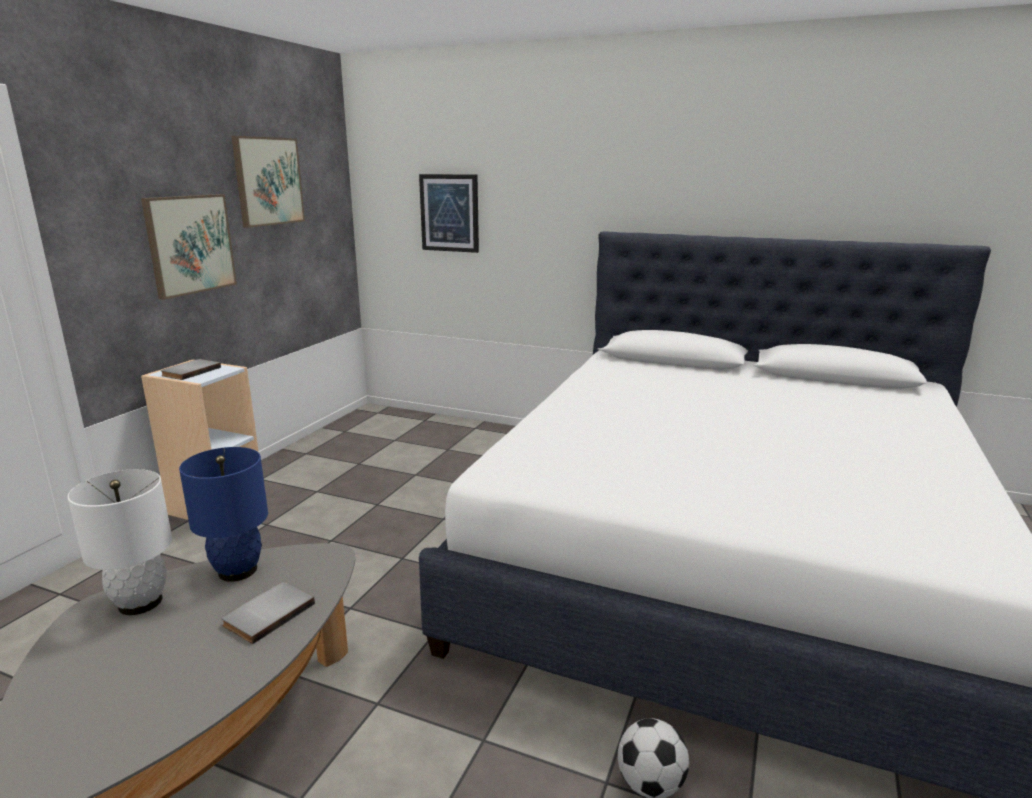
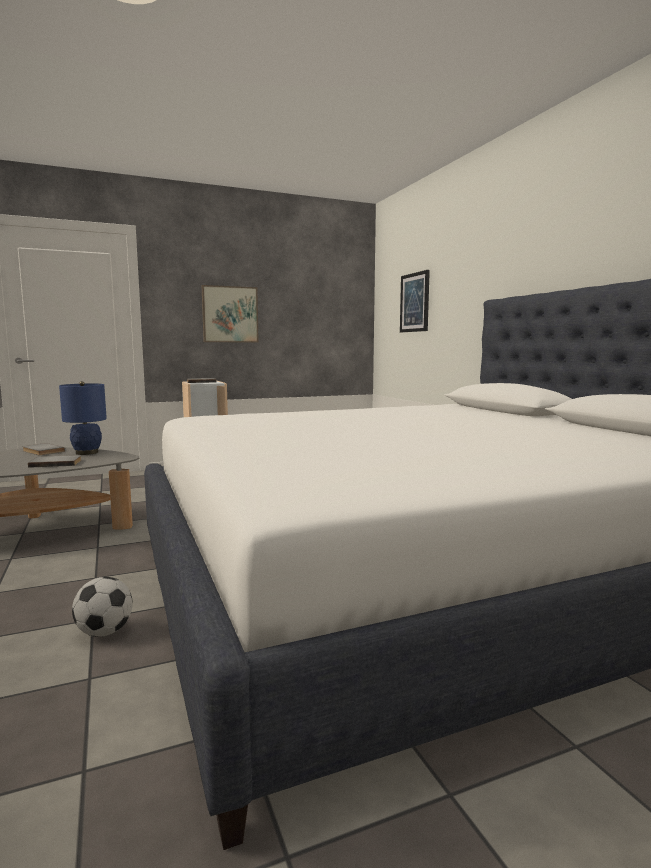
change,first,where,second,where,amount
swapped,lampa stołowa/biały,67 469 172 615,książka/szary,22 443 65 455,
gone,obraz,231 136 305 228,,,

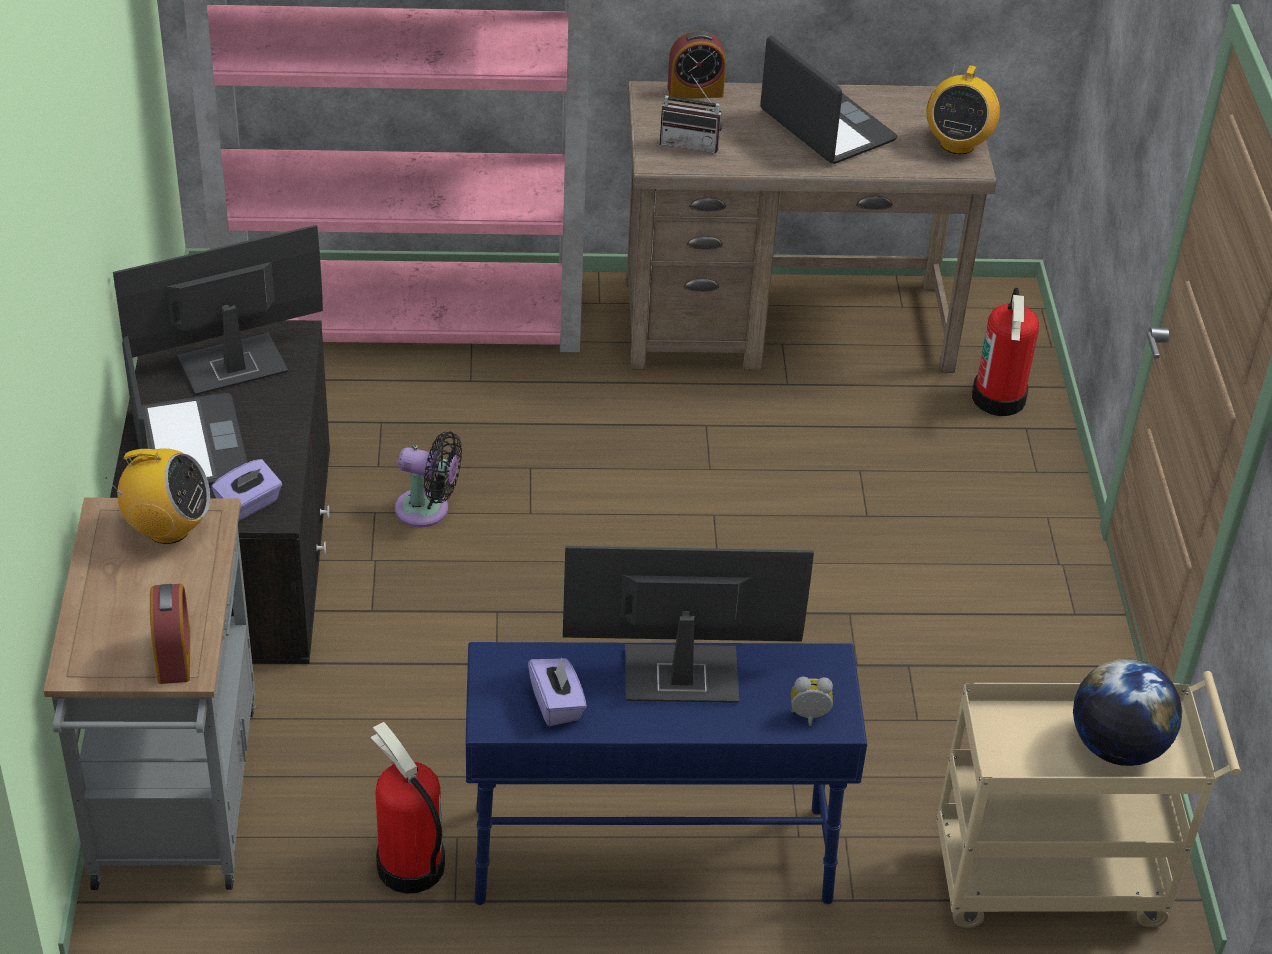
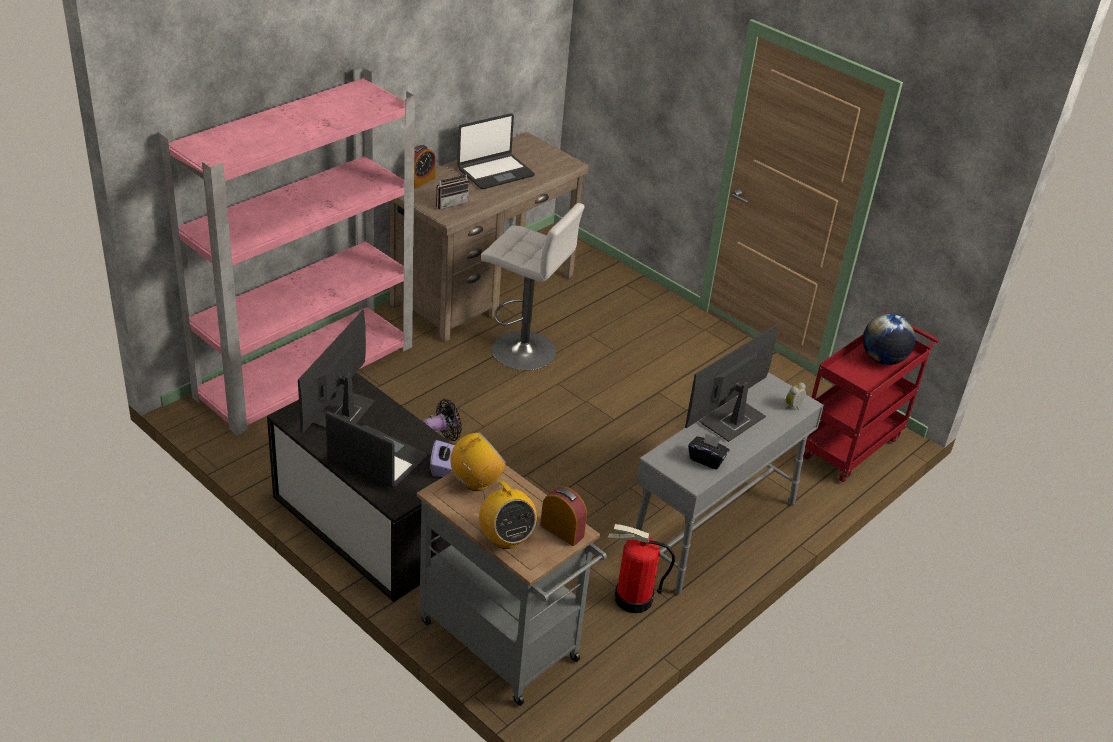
change,first,where,second,where,amount
rotated,laptop,760 36 898 164,,457 113 535 189,135 degrees clockwise
shifted,radio,926 63 1000 154,,479 481 537 549,
new,,,stołek/biały,481 203 585 370,
repainted,stolik konsolowy/niebieski,465 642 867 905,stolik konsolowy/szary,635 372 824 594,
repainted,pudełko chusteczek/fioletowy,528 657 587 726,pudełko chusteczek/czarny,688 433 730 470,
repainted,wózek/beżowy,936 671 1241 928,wózek/czerwony,803 312 939 482,
gone,gaśnica,972 288 1039 416,,,

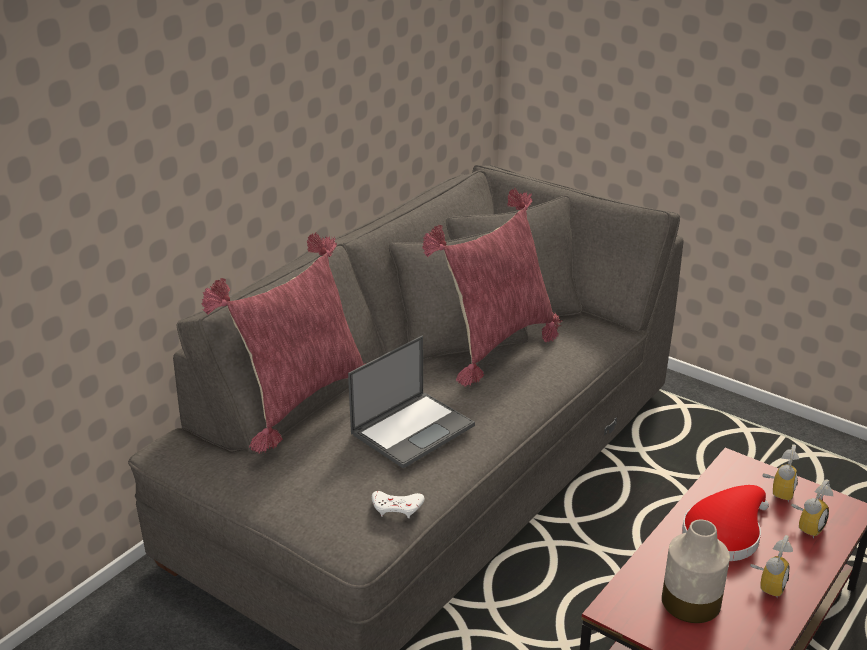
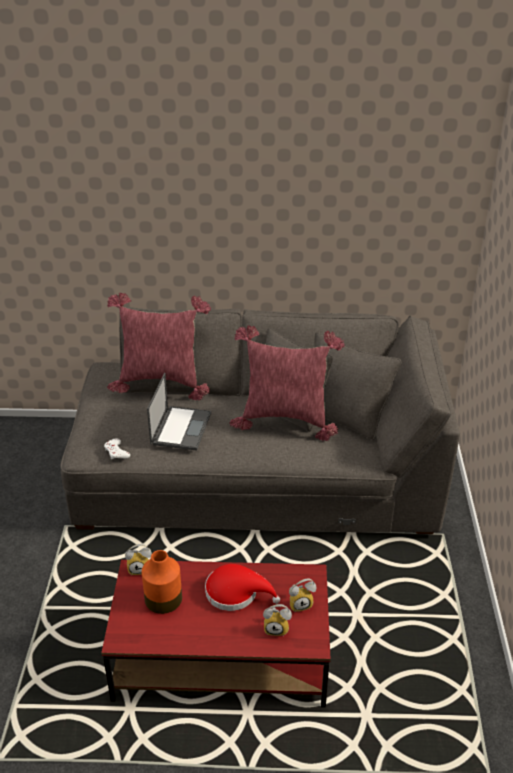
change,first,where,second,where,amount
shifted,budzik,750 535 793 598,,125 544 152 575,
repainted,wazon/beżowy,662 519 730 623,wazon/pomarańczowy,142 550 182 614,
rotated,laptop,348 336 475 468,,147 373 211 451,90 degrees counterclockwise

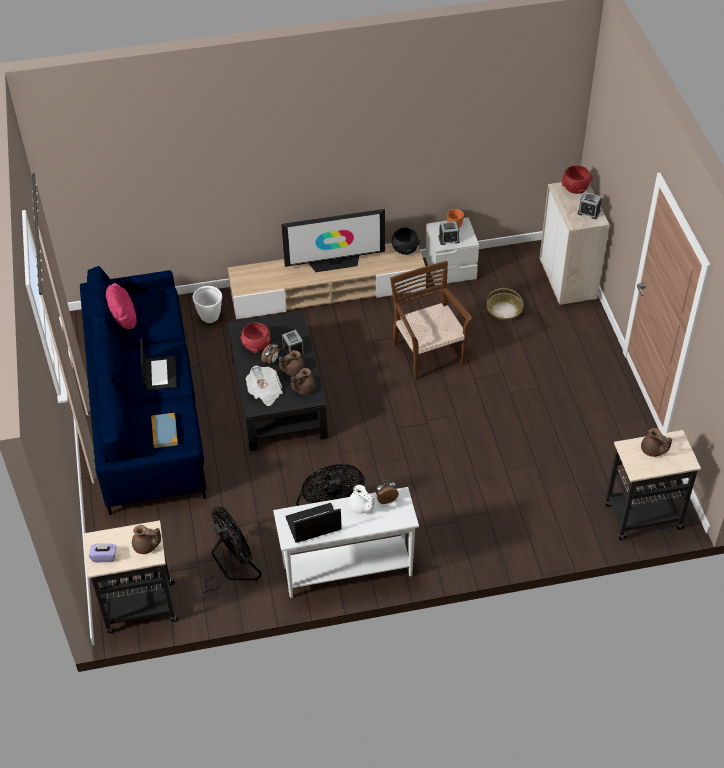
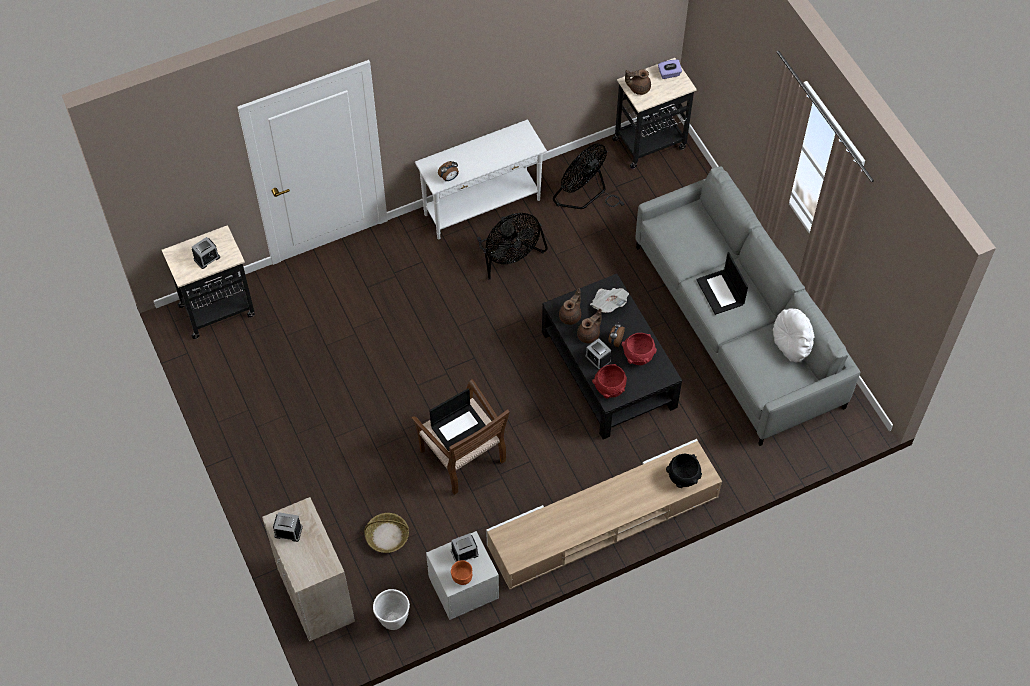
change,first,where,second,where,amount
swapped,imbryk/brązowy,641 428 672 457,budzik,192 237 220 269,
shifted,donica/biały,193 286 222 323,,373 589 410 630,
shifted,laptop,285 503 342 543,,429 388 486 451,
rotated,wentylator/czarny,203 506 262 593,,553 144 624 209,90 degrees clockwise
shifted,miska/czerwony,561 165 593 194,,592 364 627 399,
repainted,kanapa/niebieski,80 266 206 515,kanapa/szary,635 167 861 446,
shifted,miska/czarny,391 227 420 255,,666 454 702 488,
repainted,poduszka/różowy,106 283 137 330,poduszka/biały,773 308 814 362,
gone,książka,151 413 178 448,,,
gone,telewizor,281 209 385 272,,,
gone,imbryk/biały,349 485 375 514,,,

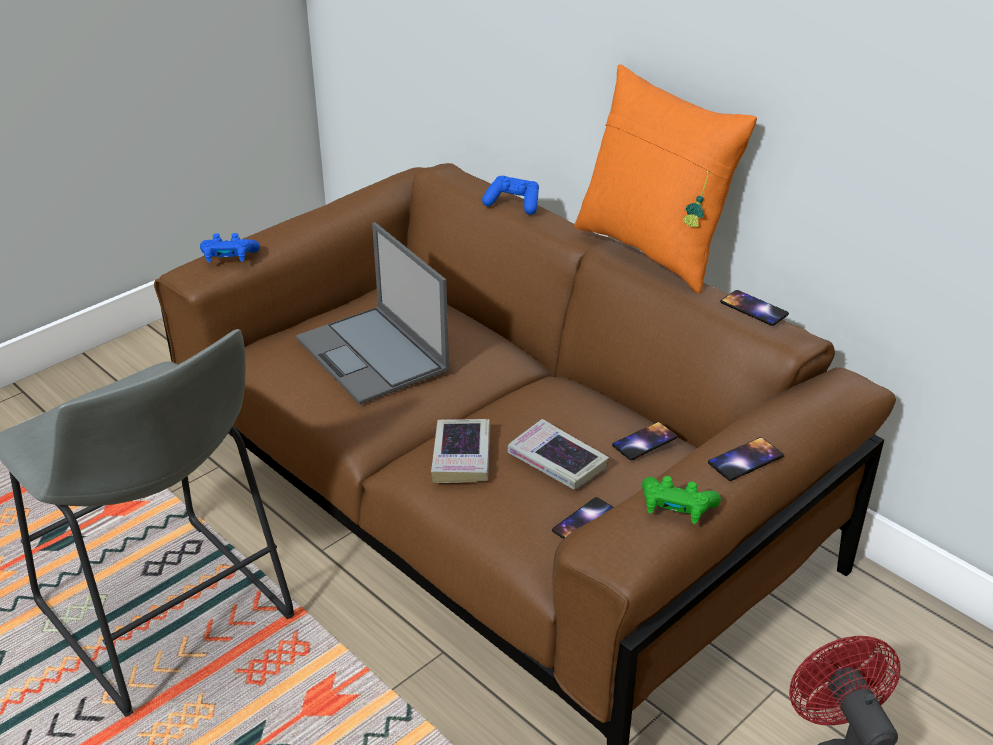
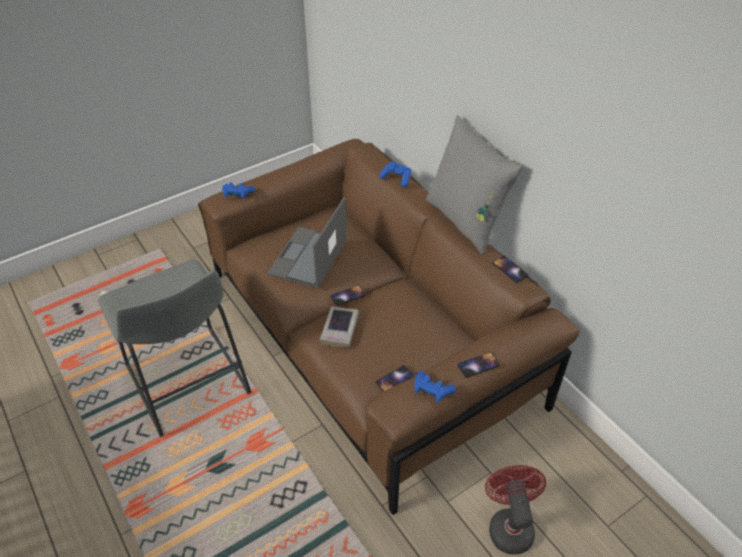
change,first,where,second,where,amount
rotated,laptop,296 222 449 405,,267 197 347 289,45 degrees clockwise
shifted,telefon,612 422 678 460,,330 285 365 306,
repainted,pad do gier/zielony,642 476 721 524,pad do gier/niebieski,414 371 456 403,
repainted,poduszka/pomarańczowy,574 64 757 293,poduszka/szary,426 115 522 255,
gone,książka,507 419 609 490,,,

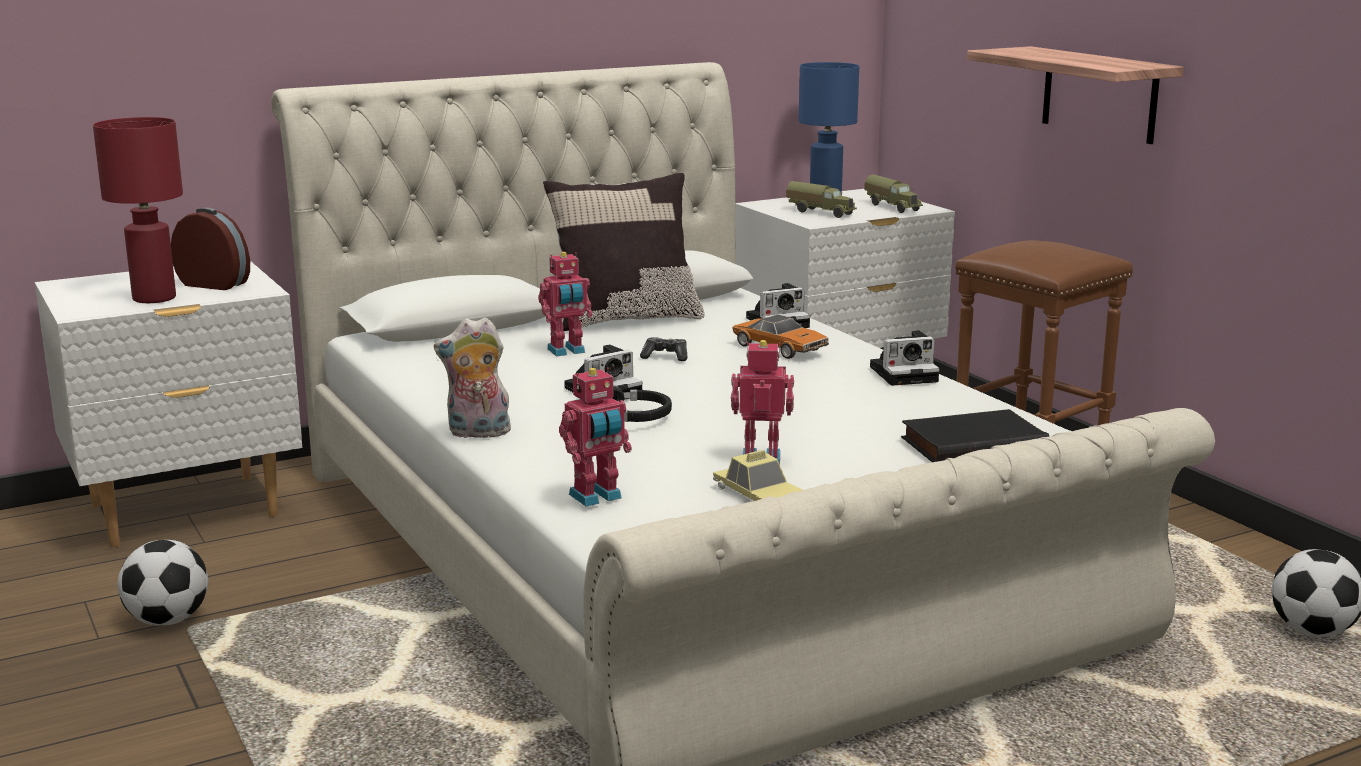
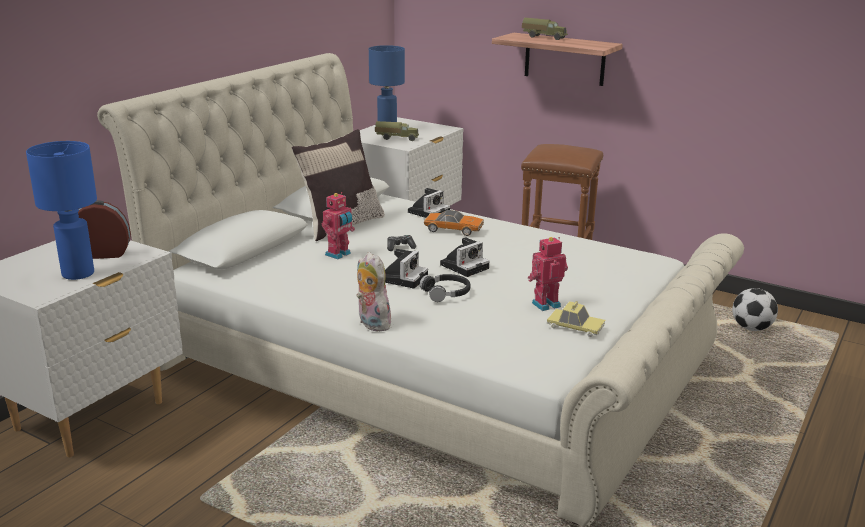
change,first,where,second,where,amount
repainted,lampa stołowa/czerwony,93 117 183 303,lampa stołowa/niebieski,26 141 97 280,
rotated,pluszak,434 317 511 438,,356 252 391 331,90 degrees clockwise
shifted,aparat fotograficzny,870 330 940 386,,440 237 490 277,
shifted,ciężarówka zabawkowa,864 174 923 213,,522 18 568 40,
gone,piłka futbolowa,117 540 208 626,,,
gone,robot zabawkowy,559 367 632 507,,,
gone,książka/czarny,901 409 1049 462,,,

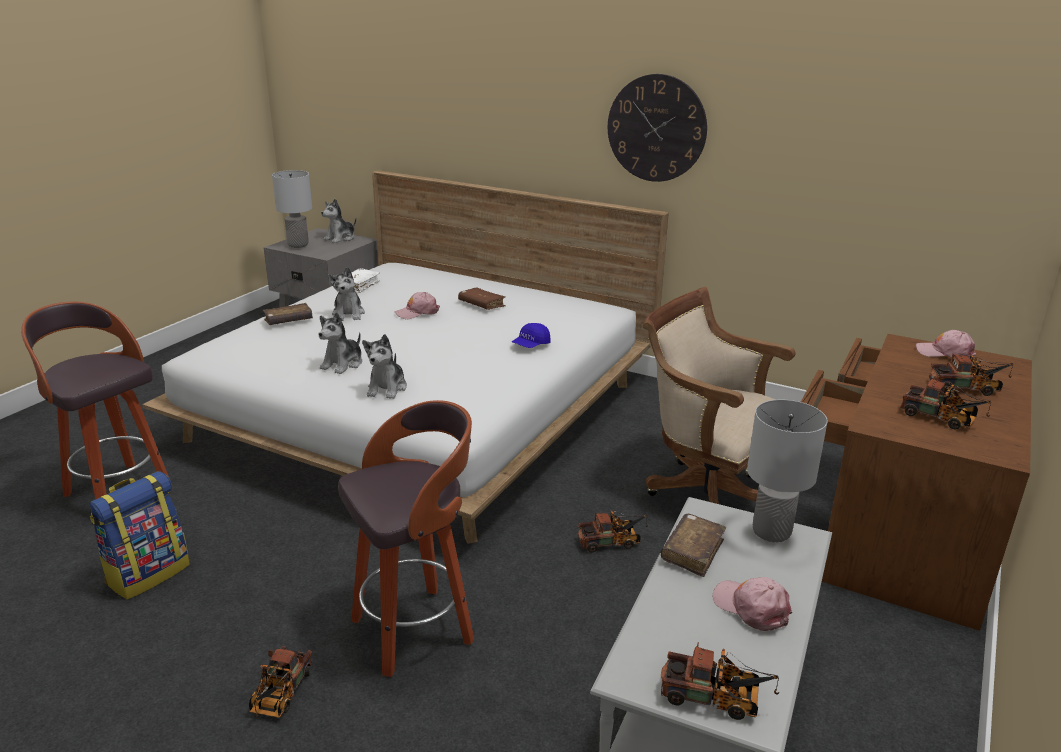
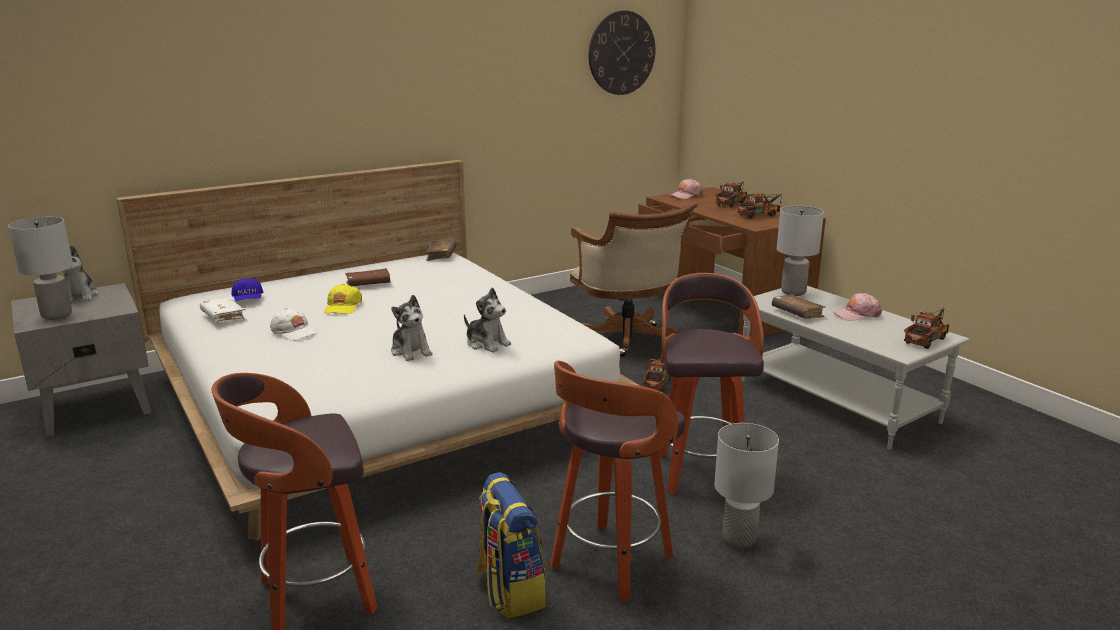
change,first,where,second,where,amount
shifted,czapka z daszkiem/niebieski,512 323 550 348,,232 278 263 301,
swapped,pluszak,328 267 365 321,czapka z daszkiem/biały,270 308 318 341,
repainted,czapka z daszkiem/różowy,395 292 440 319,czapka z daszkiem/żółty,324 284 362 314,
shifted,książka/brązowy,263 303 313 325,,425 240 457 261,
new,,,stołek,550 361 685 602,
rotated,krzesło biurowe,643 287 795 504,,570 202 698 356,90 degrees counterclockwise
shifted,zegar ścienny,608 74 707 182,,589 10 656 95,
swapped,ciężarówka zabawkowa,249 646 312 718,lampa stołowa/szary,714 423 779 548,

